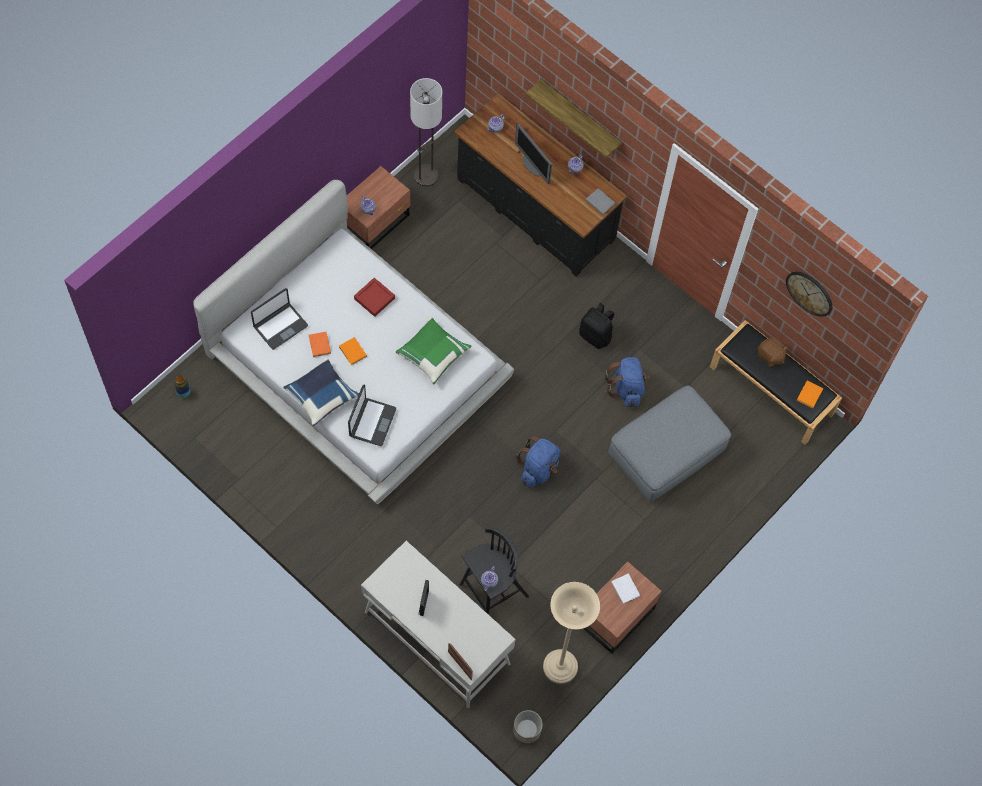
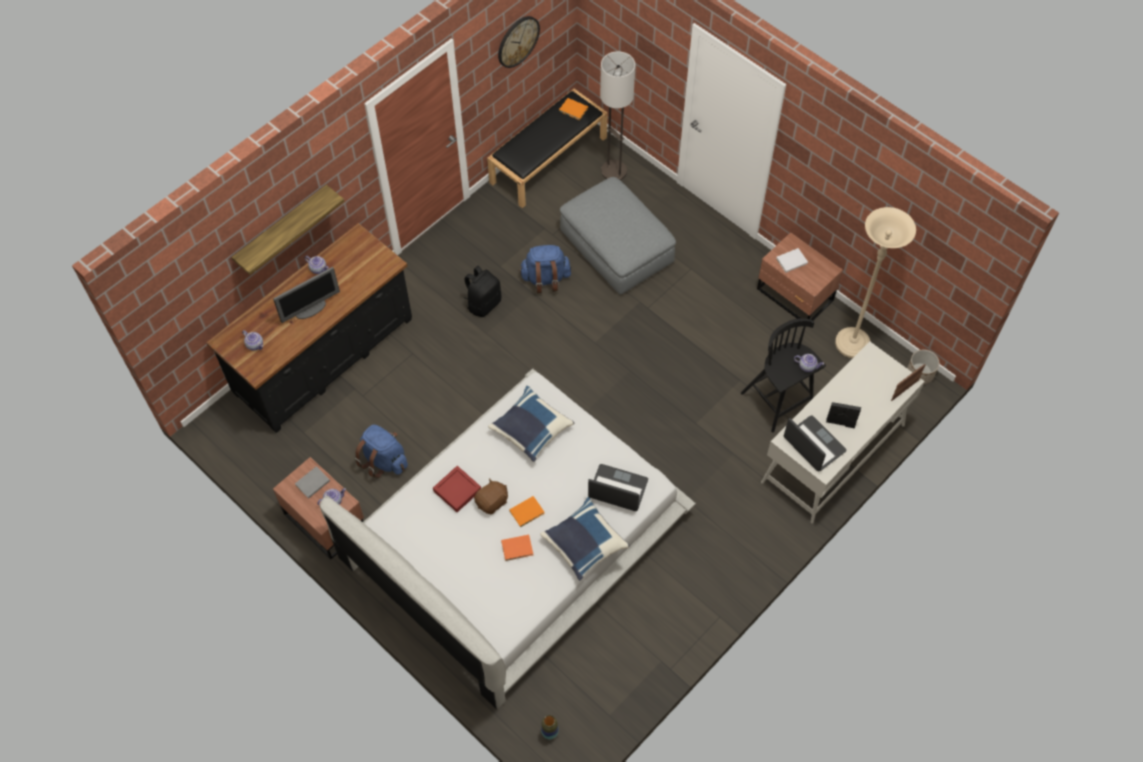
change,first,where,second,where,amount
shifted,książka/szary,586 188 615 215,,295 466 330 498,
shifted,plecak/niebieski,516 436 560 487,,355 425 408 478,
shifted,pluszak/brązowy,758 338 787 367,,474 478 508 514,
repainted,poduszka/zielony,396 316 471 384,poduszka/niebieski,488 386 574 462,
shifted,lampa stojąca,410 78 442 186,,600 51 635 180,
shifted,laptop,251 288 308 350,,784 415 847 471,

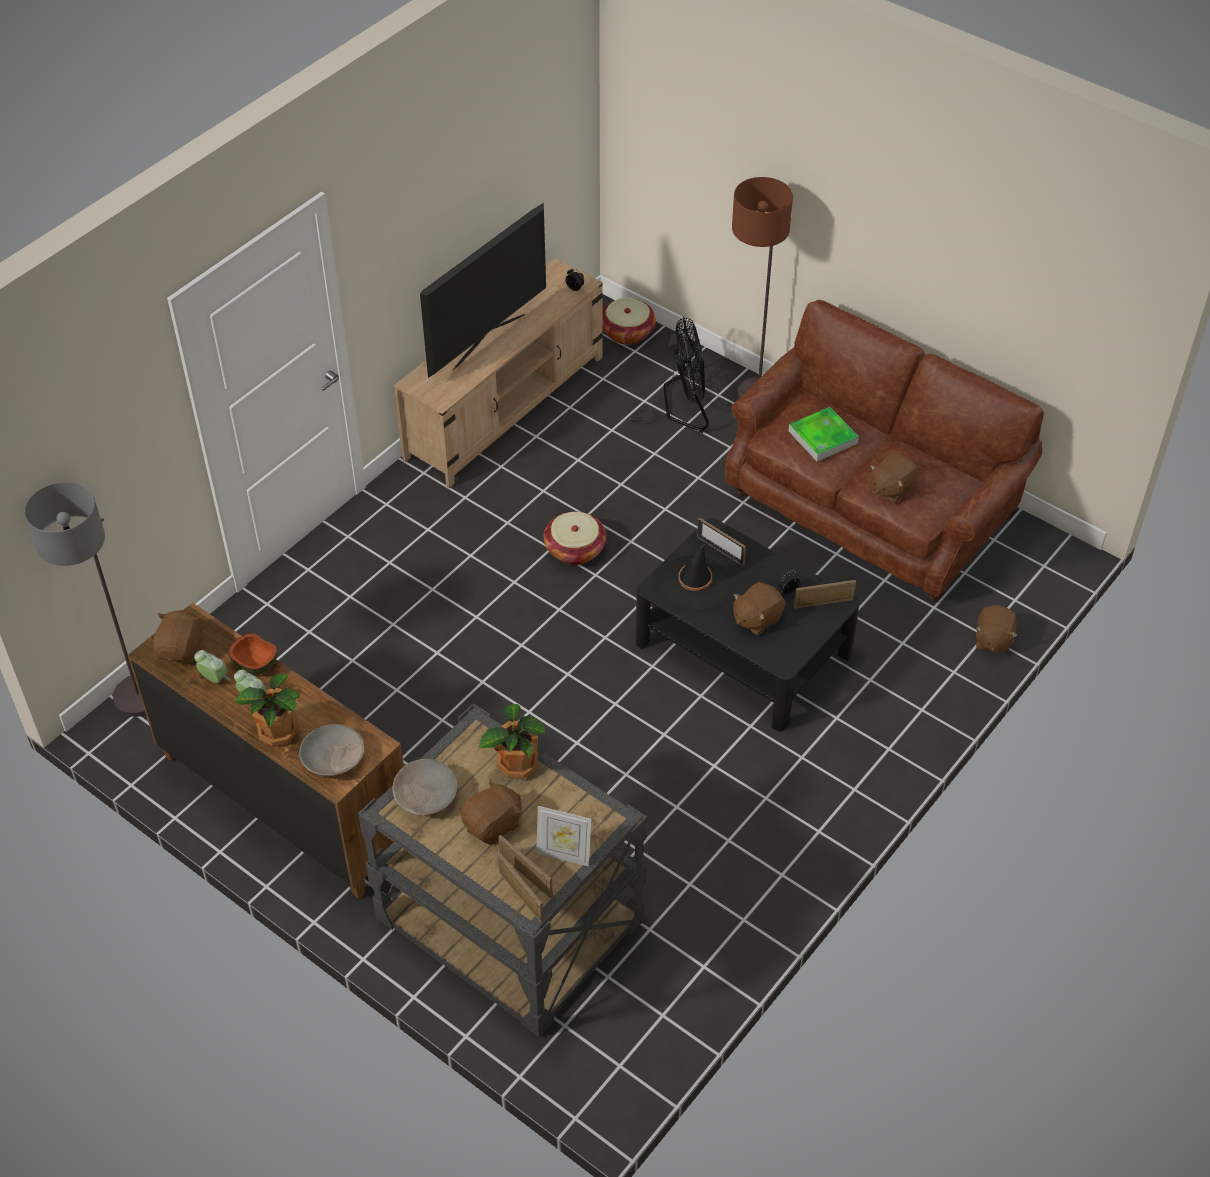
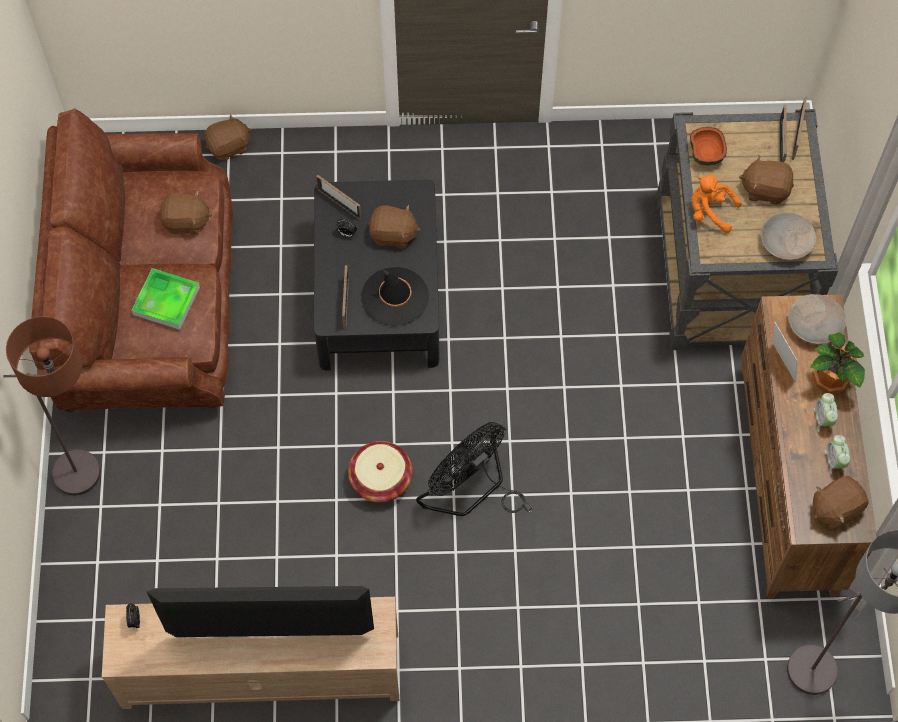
change,first,where,second,where,amount
shifted,wentylator/czarny,629 317 709 433,,416 422 532 516,
shifted,miska,228 633 278 675,,690 127 727 166,
swapped,roślina doniczkowa,478 704 545 779,pluszak/pomarańczowy,692 175 742 233,
shifted,ramka na zdjęcie,536 806 591 866,,773 321 797 382,
gone,koszyk,602 298 656 345,,,

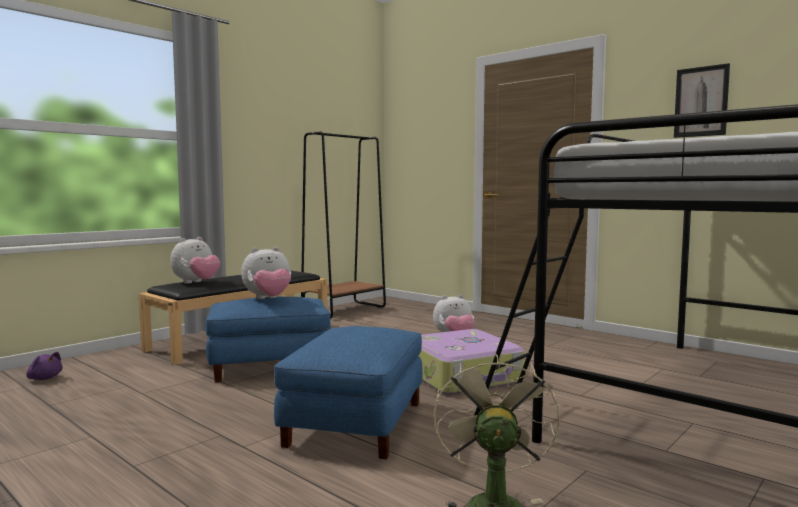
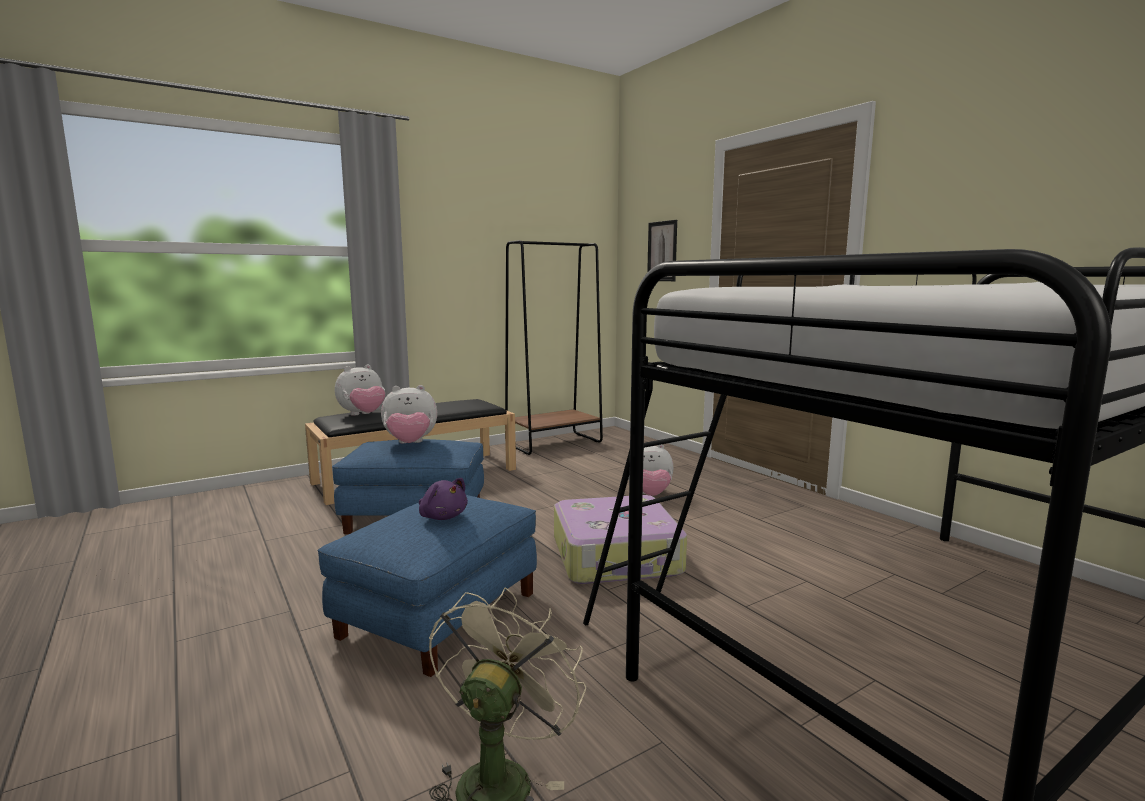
change,first,where,second,where,amount
shifted,pluszak/fioletowy,26 352 63 380,,419 478 468 520,
shifted,obraz,674 63 730 138,,647 220 677 281,

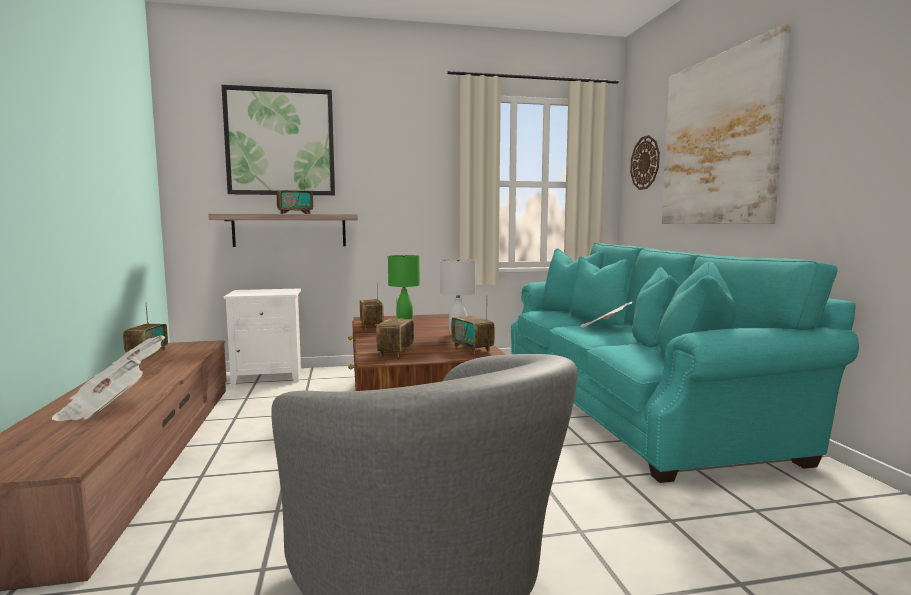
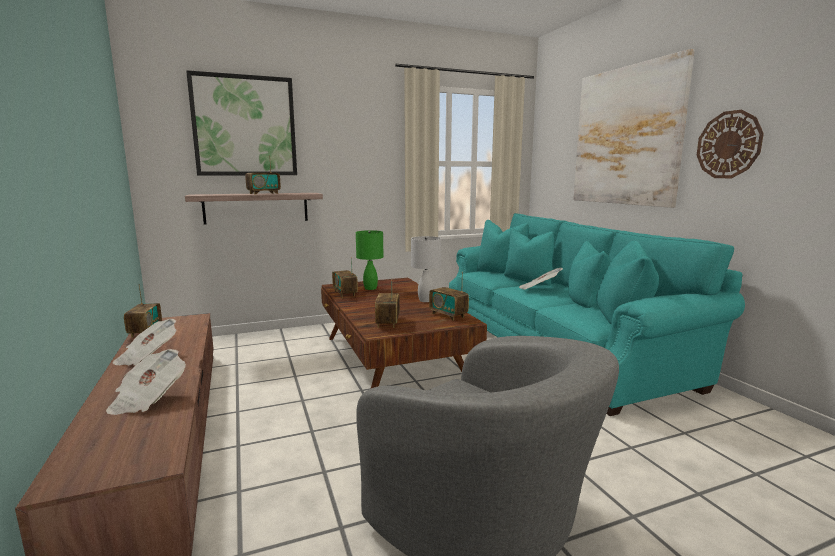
change,first,where,second,where,amount
shifted,zegar ścienny,630 135 660 190,,697 110 764 178,
gone,szafka nocna/biały,224 288 301 386,,,

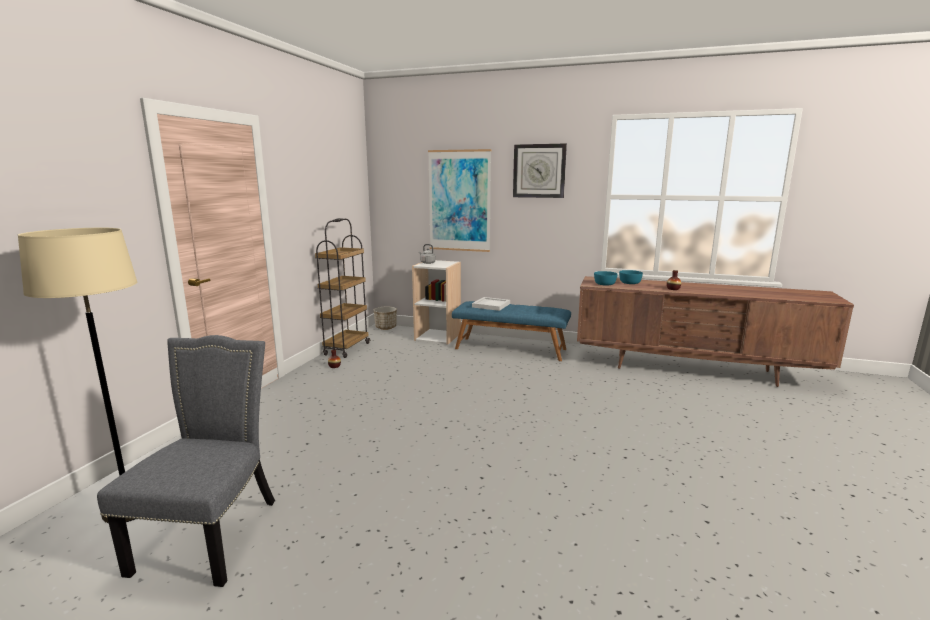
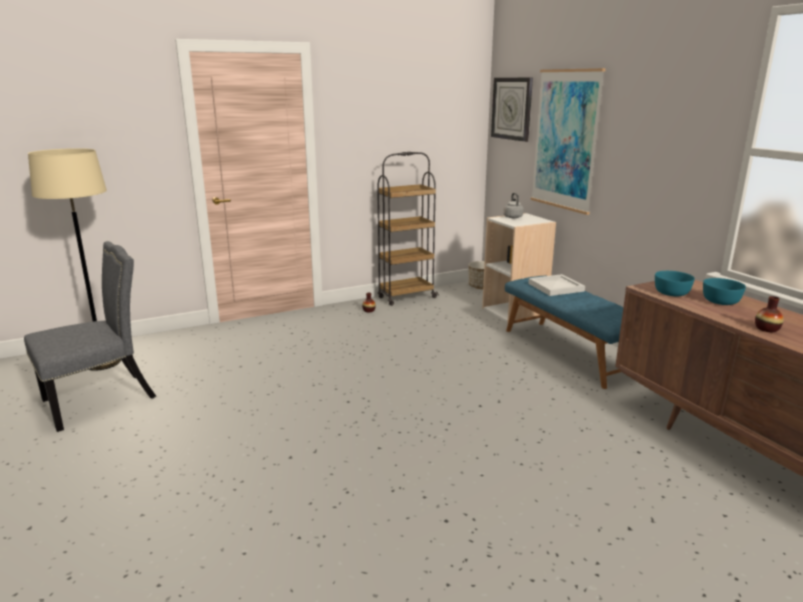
change,first,where,second,where,amount
shifted,zegar ścienny,513 144 567 198,,491 77 533 142,

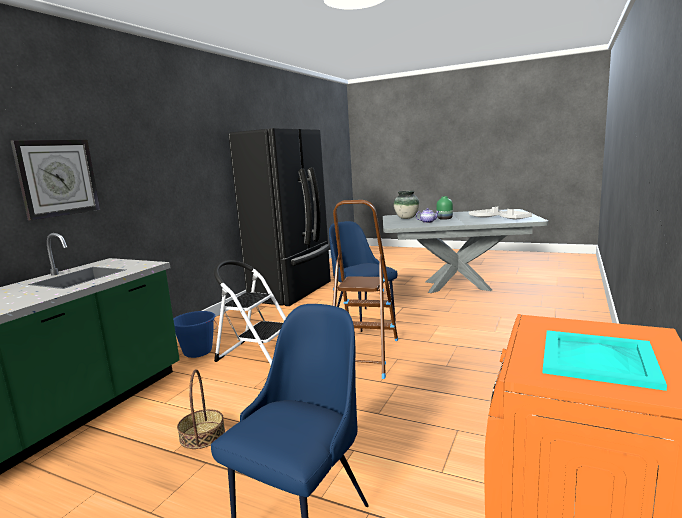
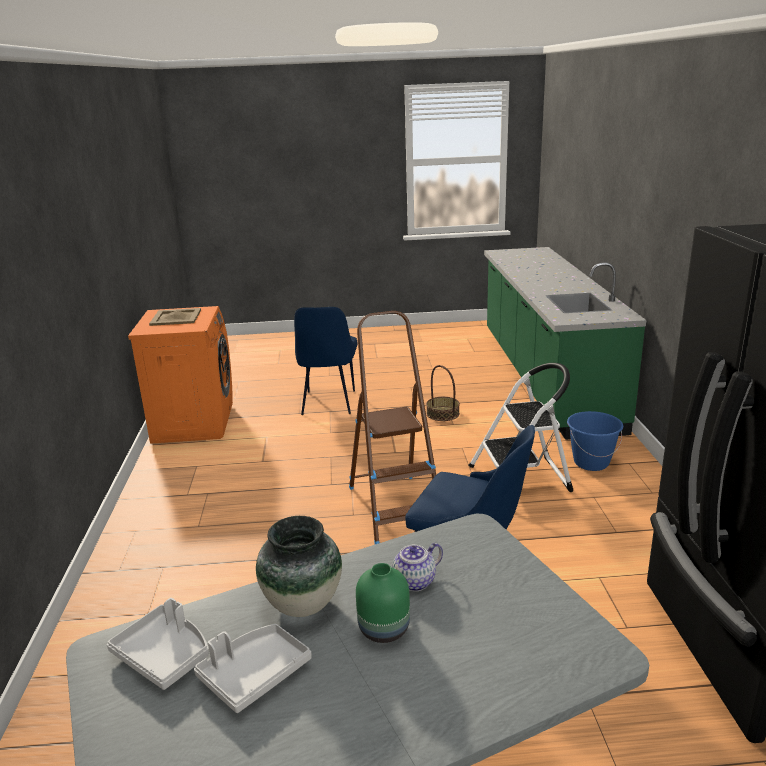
change,first,where,second,where,amount
repainted,taca/turkusowy,543 330 667 391,taca/beżowy,149 308 201 326,
shifted,wazon,394 191 419 219,,256 516 342 617,
gone,zegar ścienny,11 140 100 220,,,

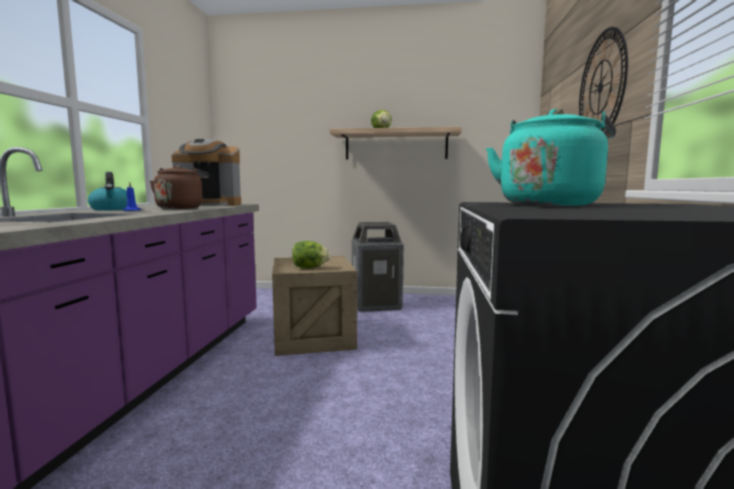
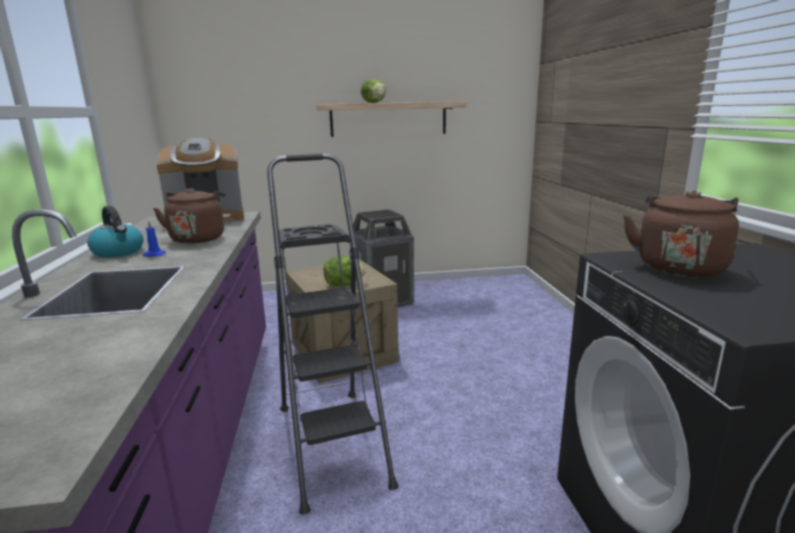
change,first,where,second,where,amount
new,,,drabinka,267 153 399 515,
repainted,czajnik/turkusowy,486 109 616 206,czajnik/brązowy,623 190 739 278,
gone,zegar ścienny,579 27 628 131,,,

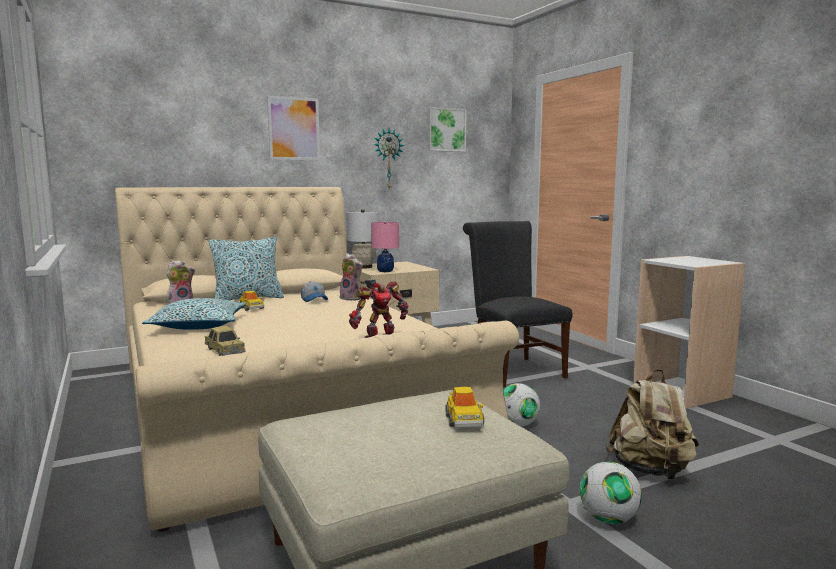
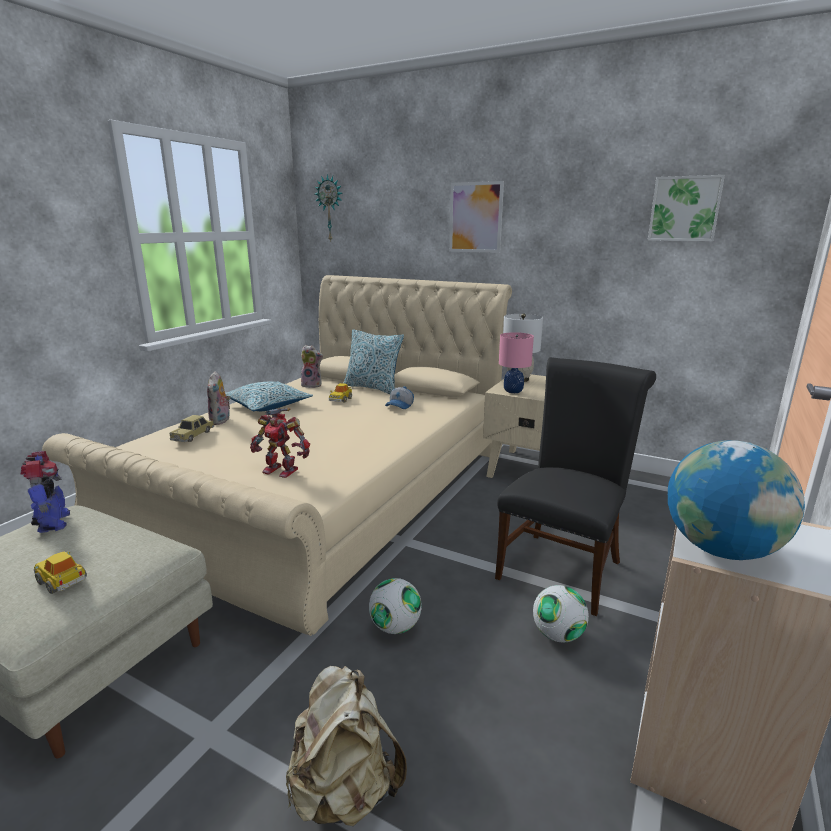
change,first,where,second,where,amount
new,,,robot zabawkowy,20 451 70 533,
rotated,samochodzik,445 387 484 427,,34 552 87 594,75 degrees clockwise
shifted,pluszak,340 253 363 301,,207 371 230 425,
shifted,zegar ścienny,373 128 405 190,,315 174 343 242,
shifted,piłka futbolowa,580 462 642 524,,533 585 589 642,
new,,,globus,668 440 805 560,

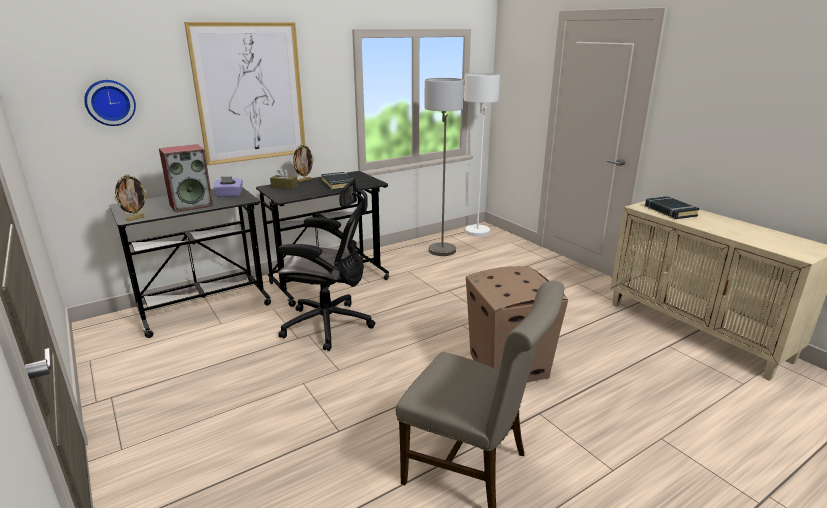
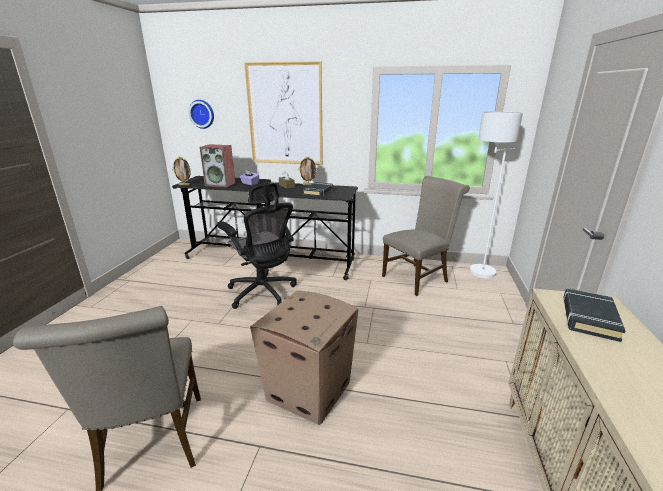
change,first,where,second,where,amount
swapped,lampa stojąca/szary,424 78 464 256,krzesło/beżowy,382 176 470 296,

